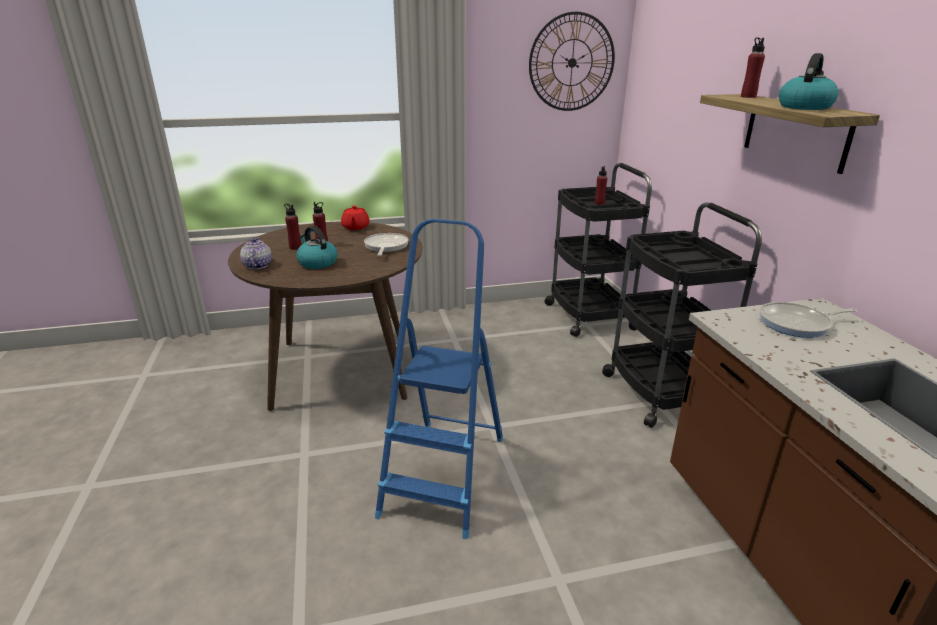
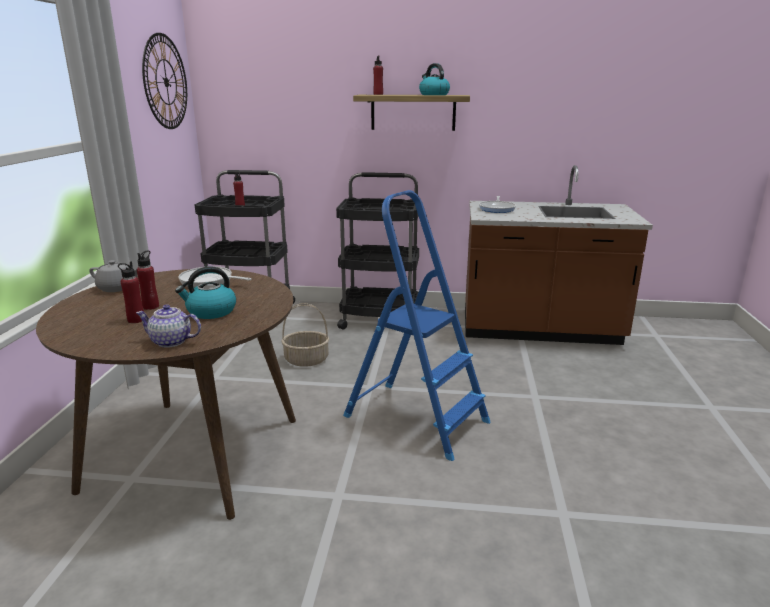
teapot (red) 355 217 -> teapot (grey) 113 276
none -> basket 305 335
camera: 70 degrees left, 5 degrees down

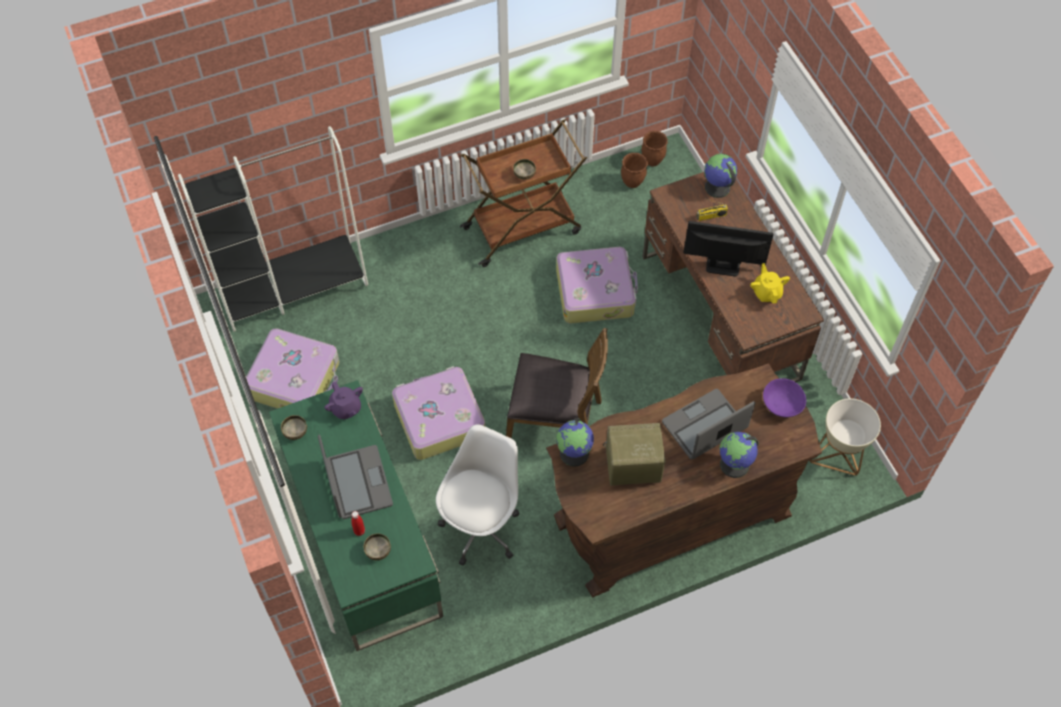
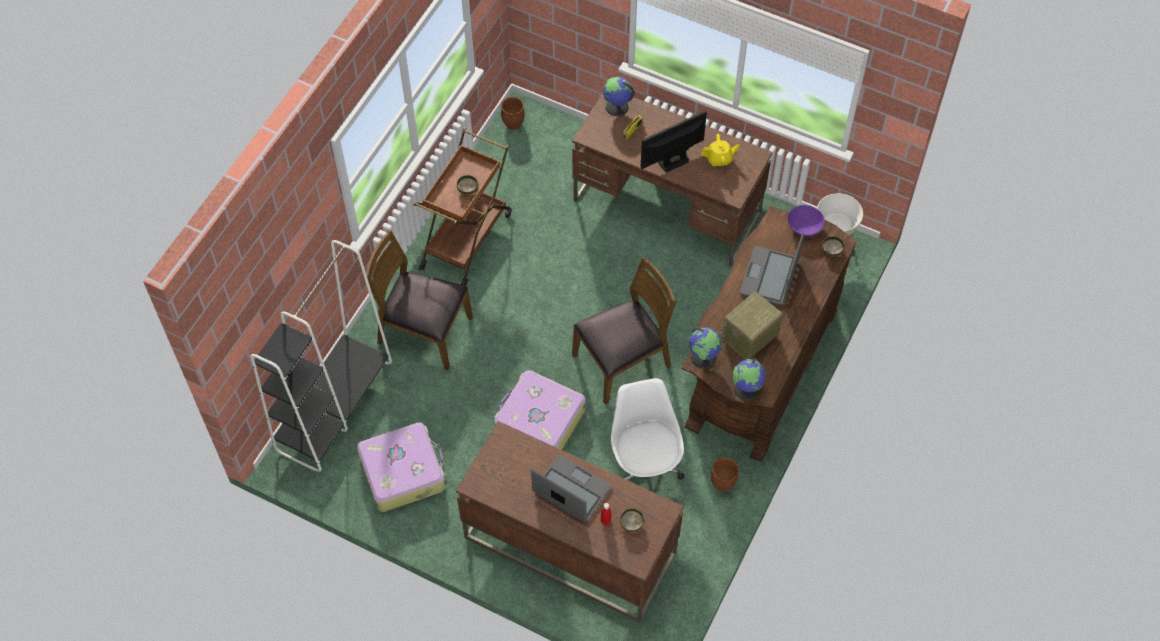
none -> chair (brown) 419 300
desk (green) 356 515 -> desk (brown) 570 522
teapot (yellow) 770 283 -> teapot (yellow) 720 150, 135 degrees clockwise
planter (brown) 634 170 -> planter (brown) 725 474, relocated
globe 739 455 -> globe 749 379, relocated
bowl 294 427 -> bowl 833 246, relocated
teapot (purple) 343 400 -> none
suitcase 597 285 -> none
camera: 40 degrees left, 0 degrees up

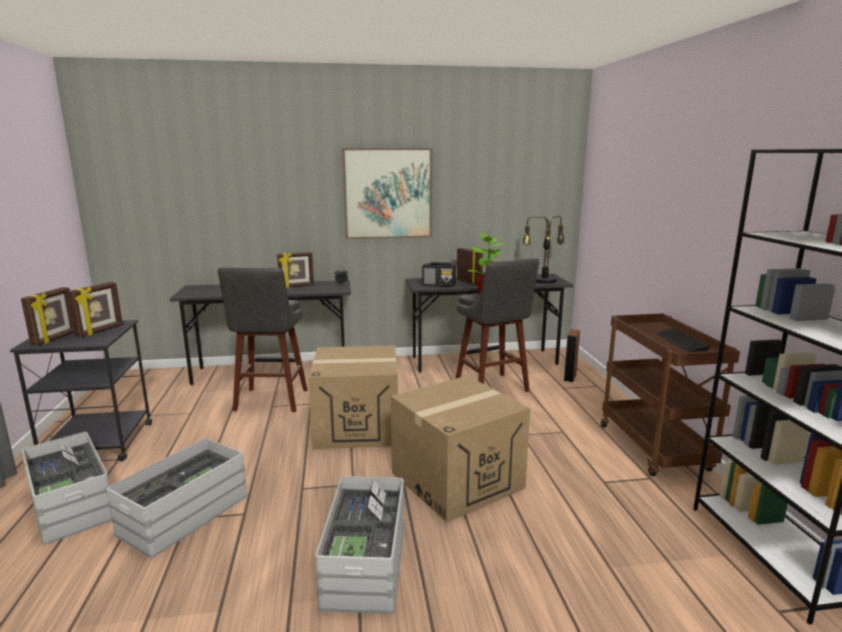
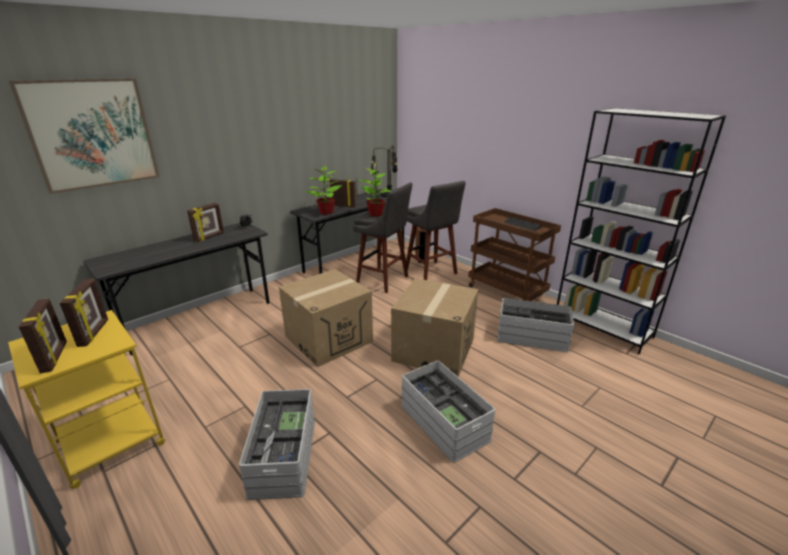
cart (black) 81 390 -> cart (yellow) 87 399
picture 387 193 -> picture 84 136, relocated
radio 439 274 -> potted plant 323 190
stool (grey) 263 339 -> stool (grey) 436 230, relocated
storage box (grey) 66 488 -> storage box (grey) 535 325, relocated
camera: 35 degrees left, 10 degrees up

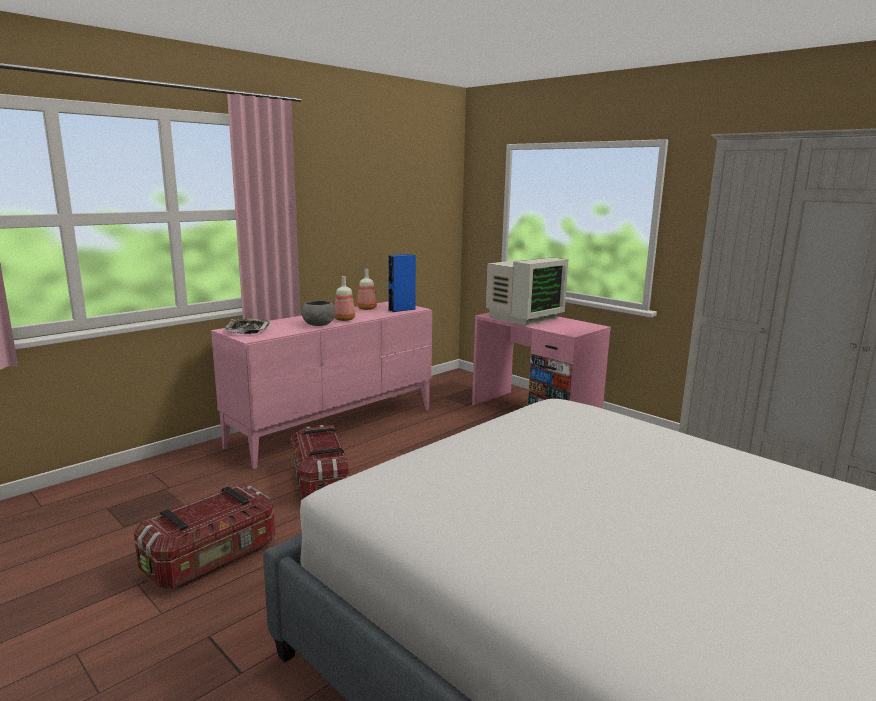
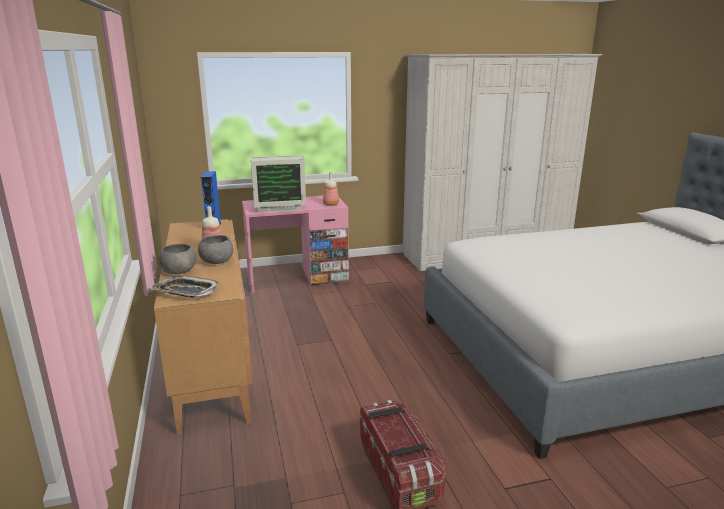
dresser (pink) 321 385 -> dresser (brown) 203 327
none -> bowl (grey) 177 259
monitor 526 291 -> monitor 278 184, 90 degrees clockwise
bottle 367 289 -> bottle 331 189, relocated
storage box 320 462 -> none
camera: 60 degrees left, 5 degrees up

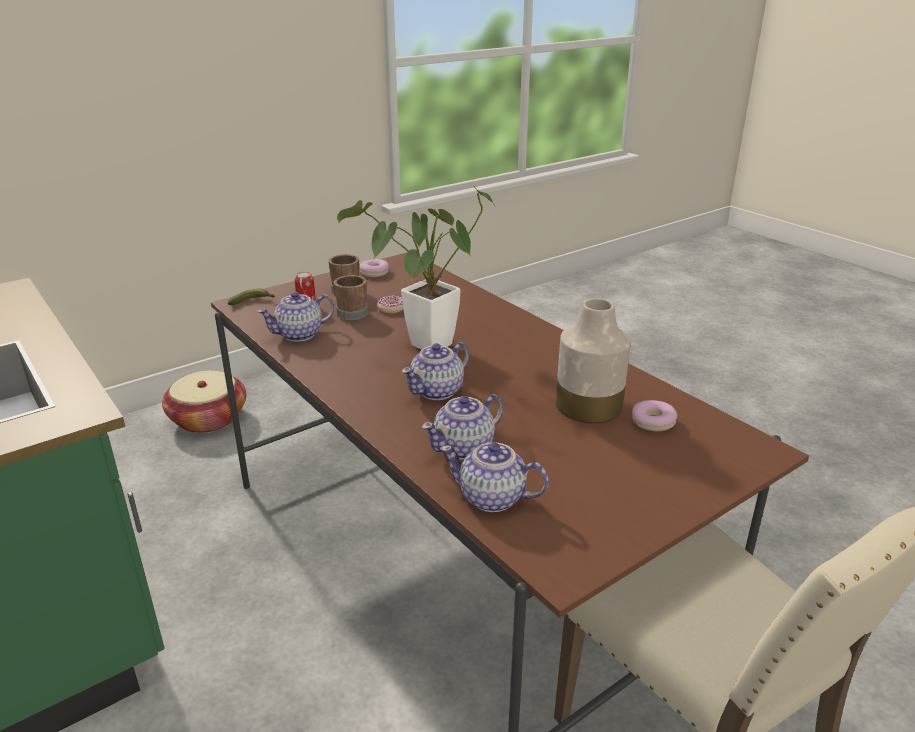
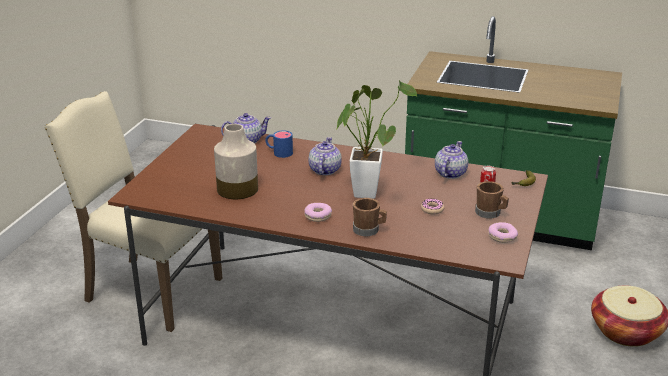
teapot 463 427 -> mug (blue) 279 144
donut 654 415 -> donut 318 212, relocated
mug (brown) 350 298 -> mug (brown) 370 217, relocated
camera: 145 degrees right, 0 degrees up

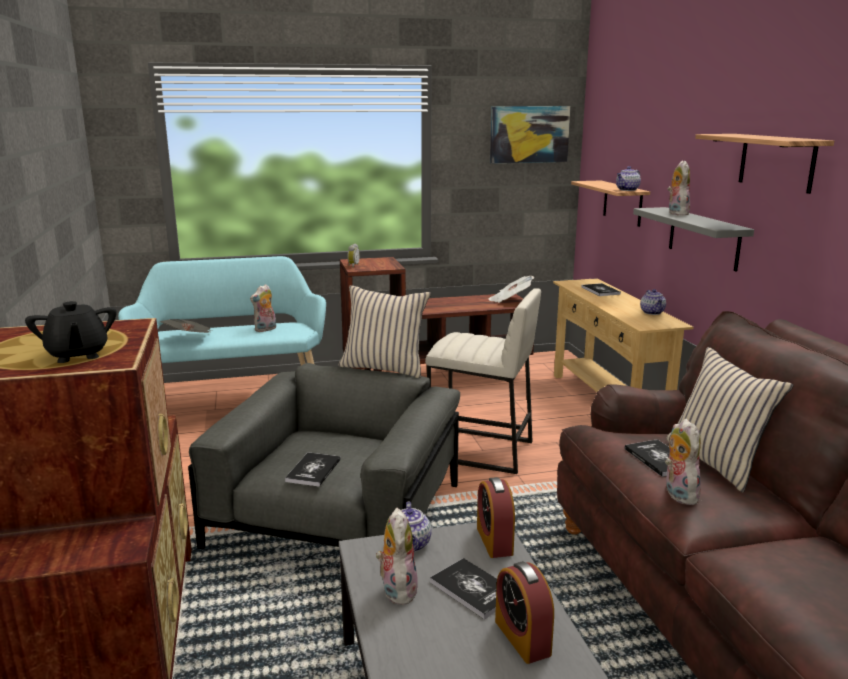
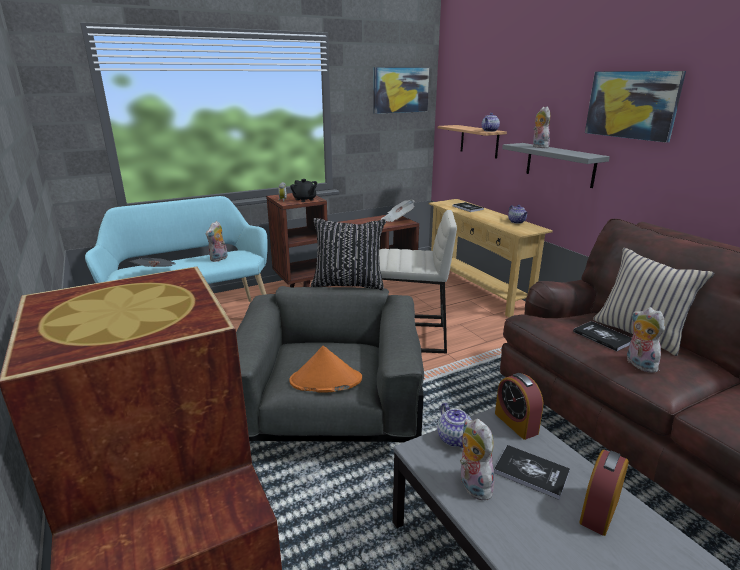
book 313 469 -> hat (orange) 325 369
teapot (black) 71 332 -> teapot (black) 303 190, relocated
pillow (beige) 385 331 -> pillow (black) 348 254
alarm clock 524 612 -> alarm clock 604 493, 75 degrees clockwise
shelf 764 164 -> picture 635 107
camera: 15 degrees left, 5 degrees up

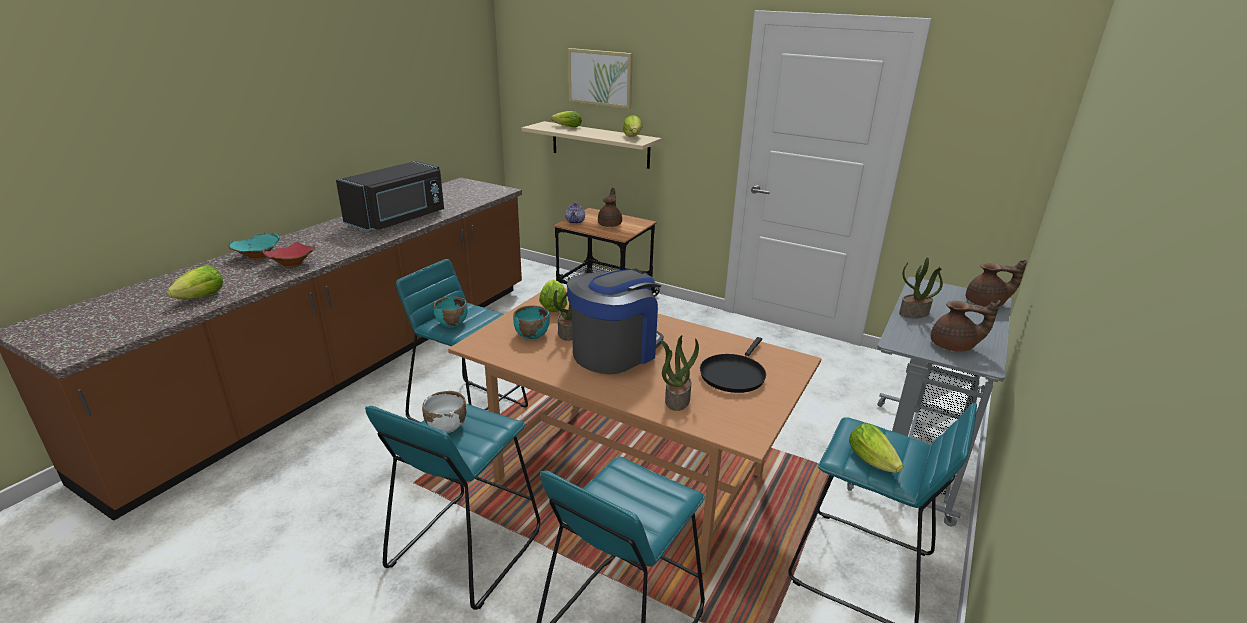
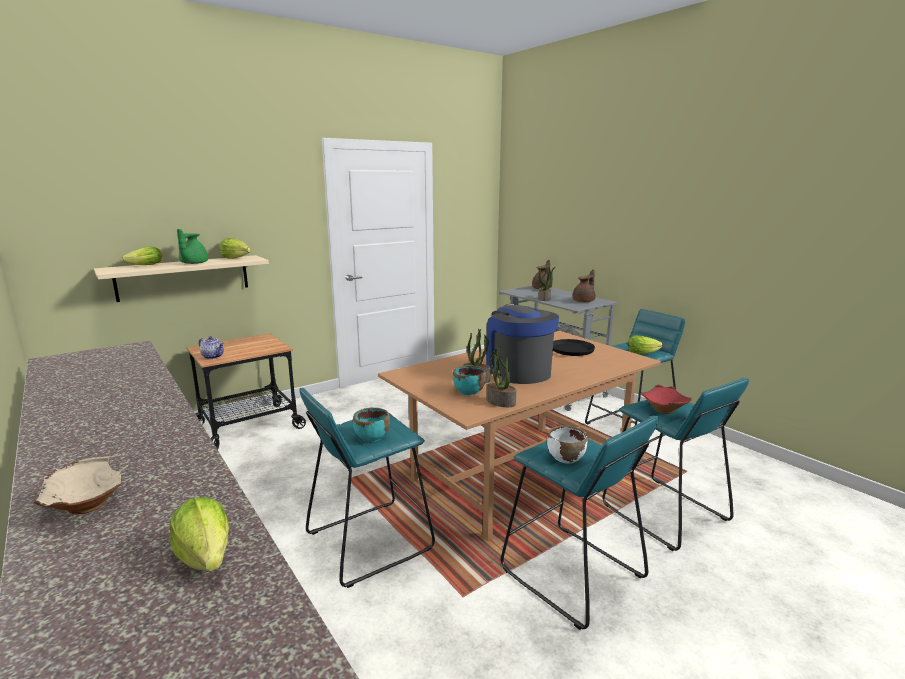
bowl (turquoise) 253 246 -> bowl (beige) 78 485
none -> teapot (green) 192 246
potted plant 680 373 -> potted plant 501 376, relocated
bowl (red) 289 255 -> bowl (red) 666 399, relocated
microwave (black) 390 196 -> none
lettuce 553 296 -> none
picture 600 78 -> none
teapot (brown) 610 207 -> none
camera: 65 degrees left, 10 degrees down

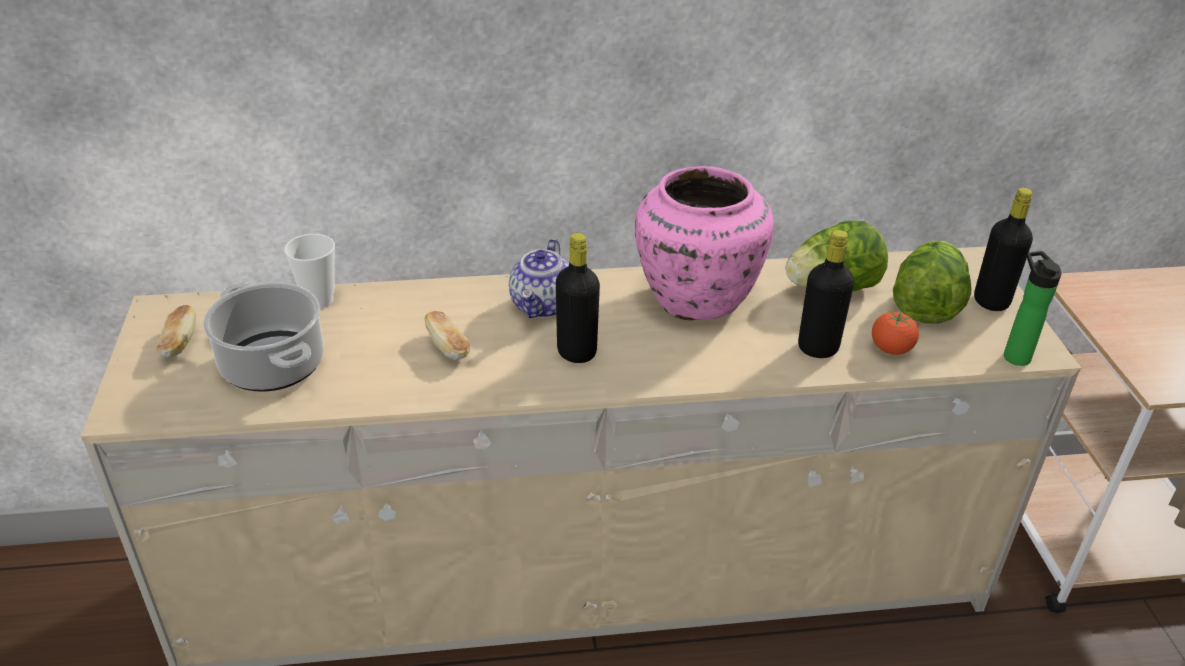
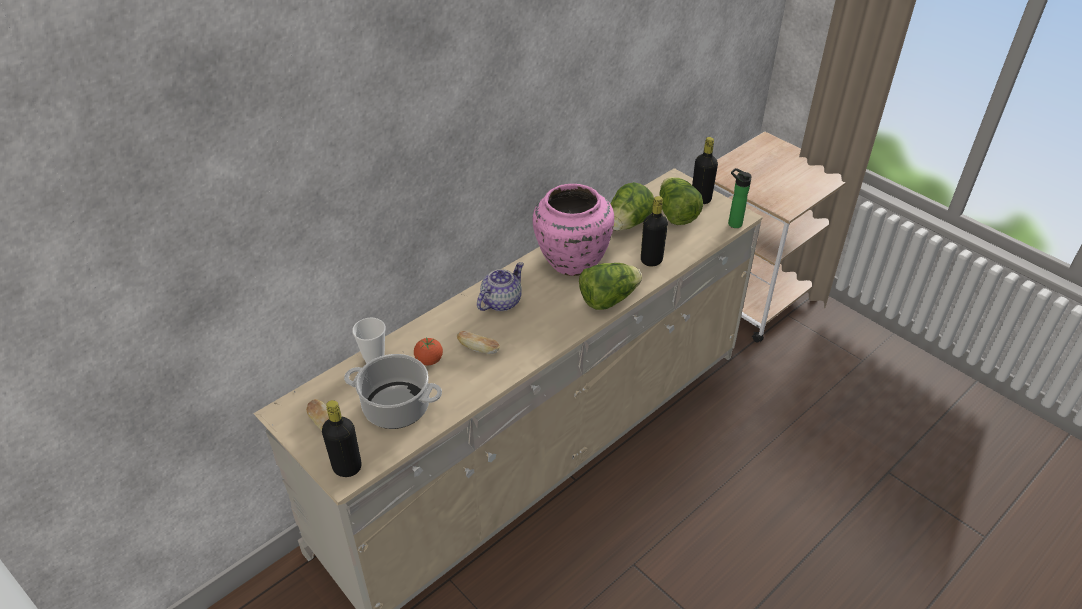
bottle (black) 578 298 -> bottle (black) 342 438, relocated
tomato 895 333 -> tomato 428 351, relocated
teapot 539 278 -> teapot 500 286, 120 degrees counterclockwise
none -> lettuce 610 286
camera: 35 degrees left, 5 degrees up

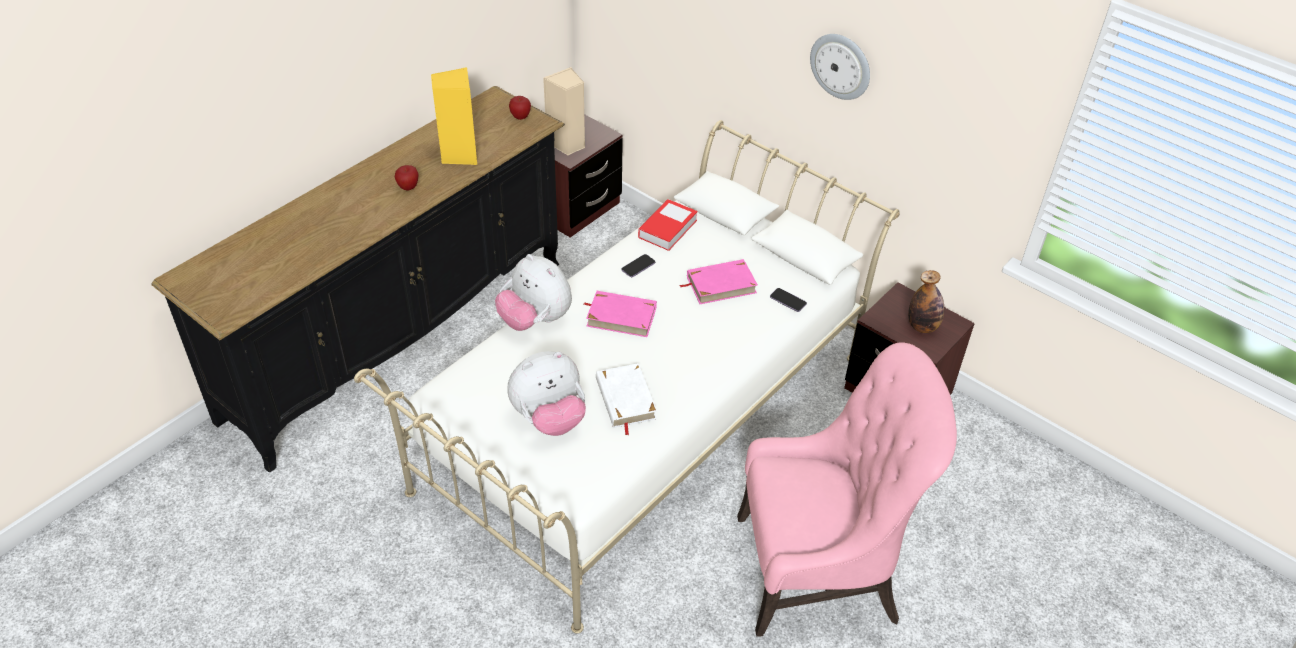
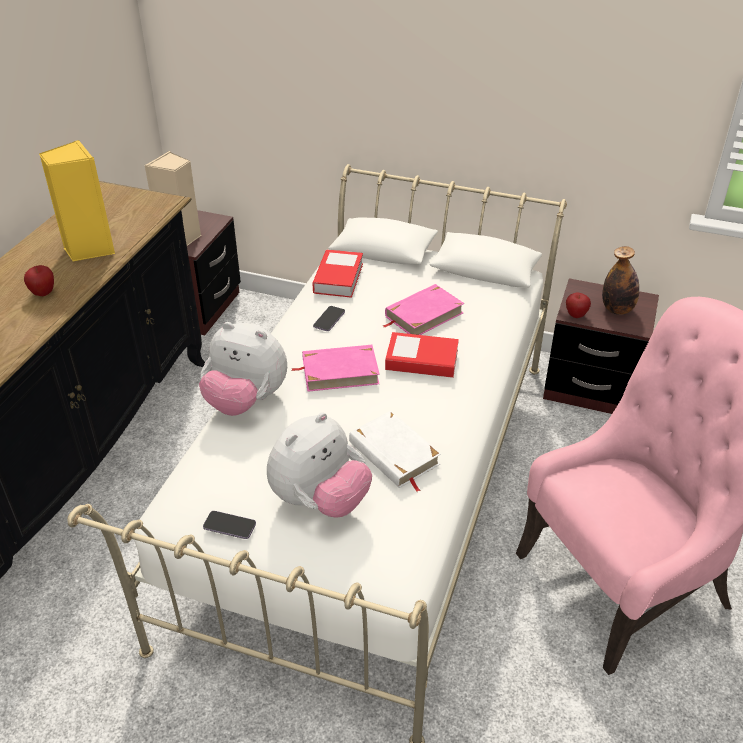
phone 788 300 -> phone 229 525, relocated
none -> book 422 355
apple 520 108 -> apple 578 305, relocated
wall clock 840 67 -> none
camera: 20 degrees left, 5 degrees down

